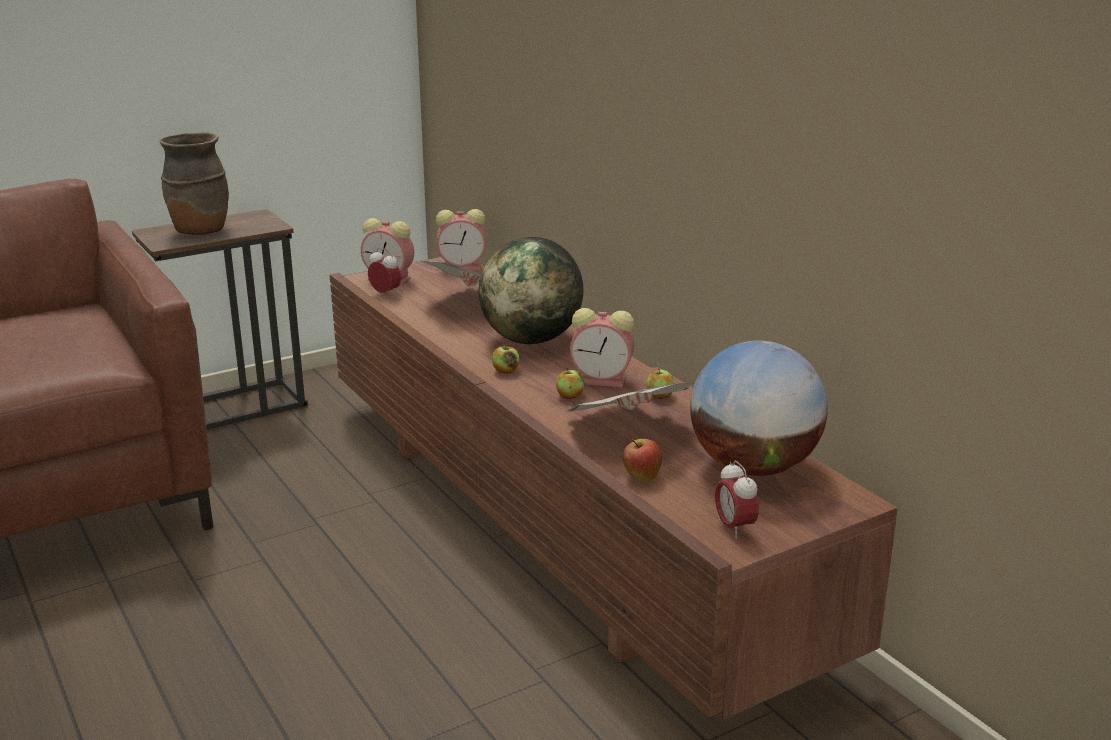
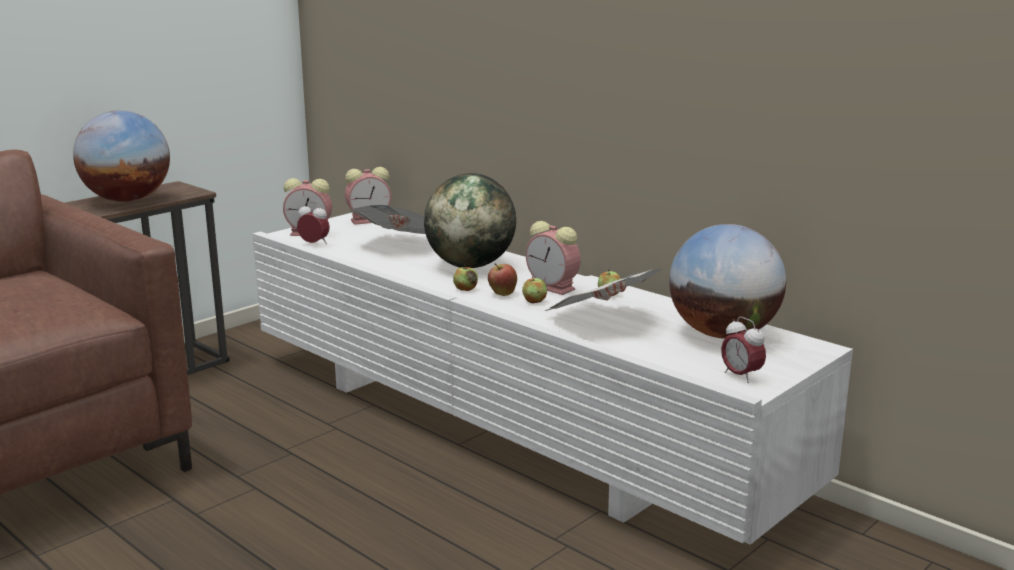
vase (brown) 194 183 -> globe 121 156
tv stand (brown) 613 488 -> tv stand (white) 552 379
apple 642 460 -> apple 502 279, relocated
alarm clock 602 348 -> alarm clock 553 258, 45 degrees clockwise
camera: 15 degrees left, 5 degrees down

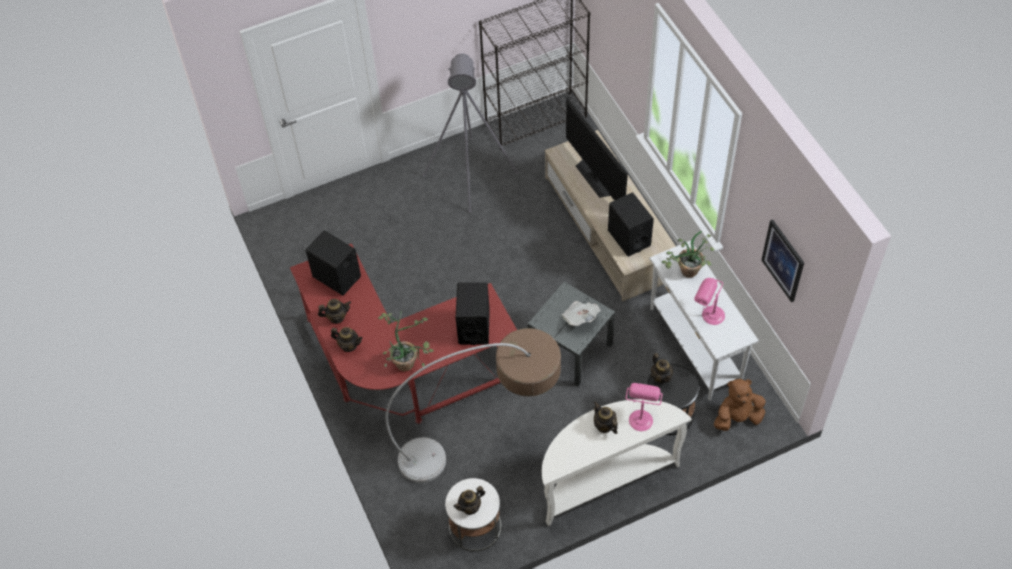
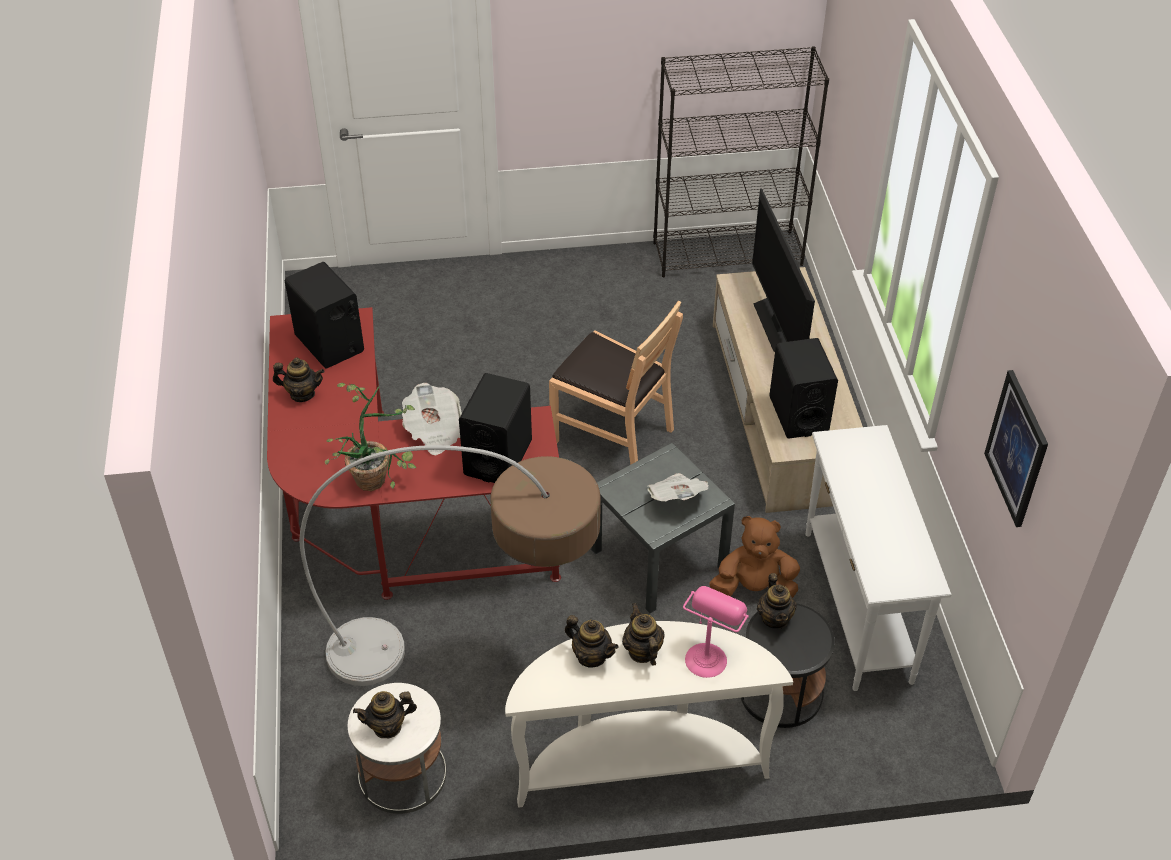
none -> newspaper 432 419
none -> chair (brown) 616 383
teapot 347 339 -> teapot 591 641, relocated
plush toy (brown) 740 405 -> plush toy (brown) 754 557, relocated
floor lamp (grey) 471 133 -> none
potted plant 688 254 -> none
table lamp (pink) 709 301 -> none
camera: 15 degrees right, 10 degrees down

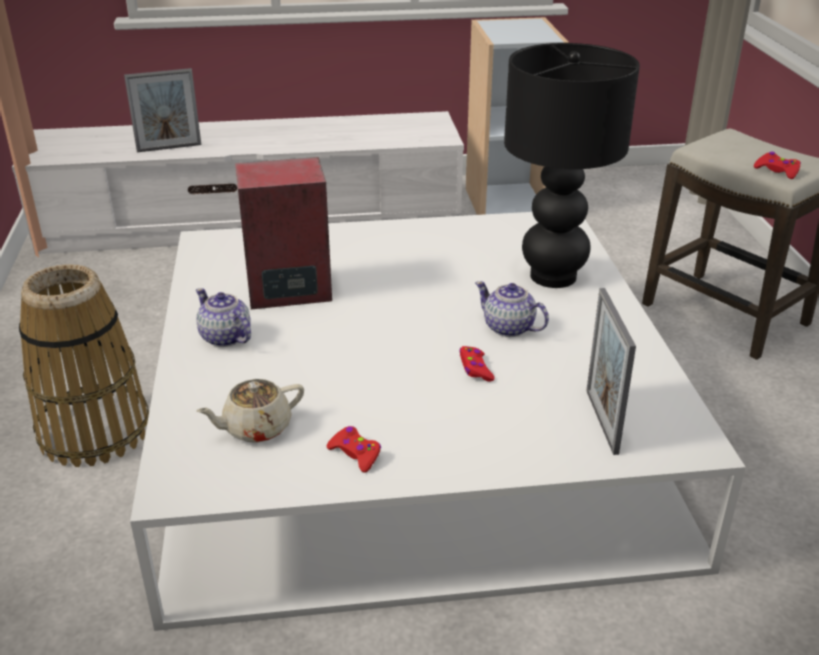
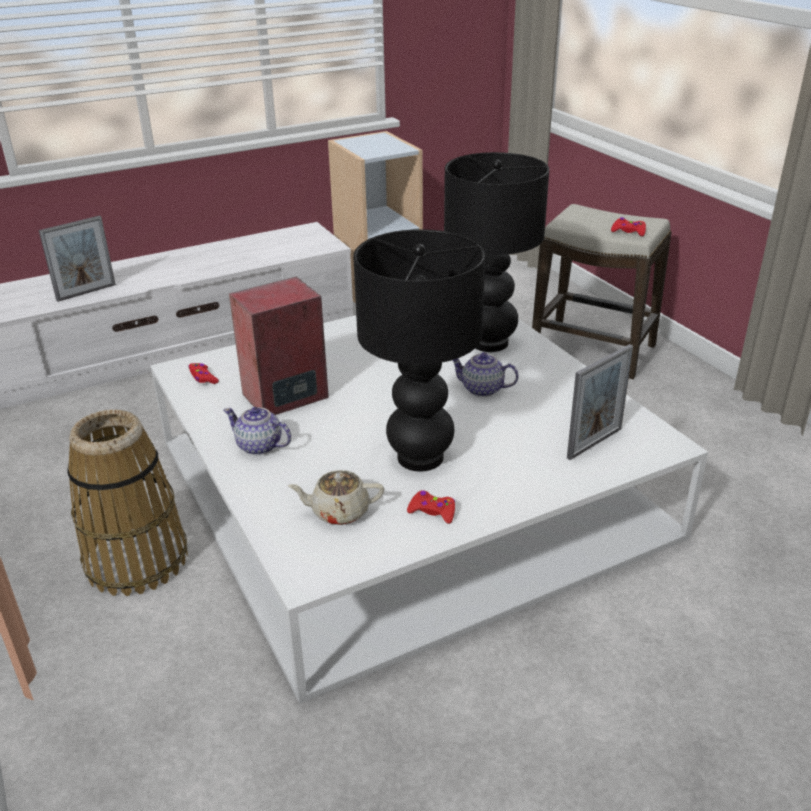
game controller (red) 477 364 -> game controller (red) 204 373, relocated
teapot (beige) 250 411 -> teapot (beige) 336 497, 45 degrees clockwise
none -> table lamp (black) 419 350
picture frame 611 371 -> picture frame 600 402, 105 degrees counterclockwise
camera: 20 degrees left, 0 degrees up

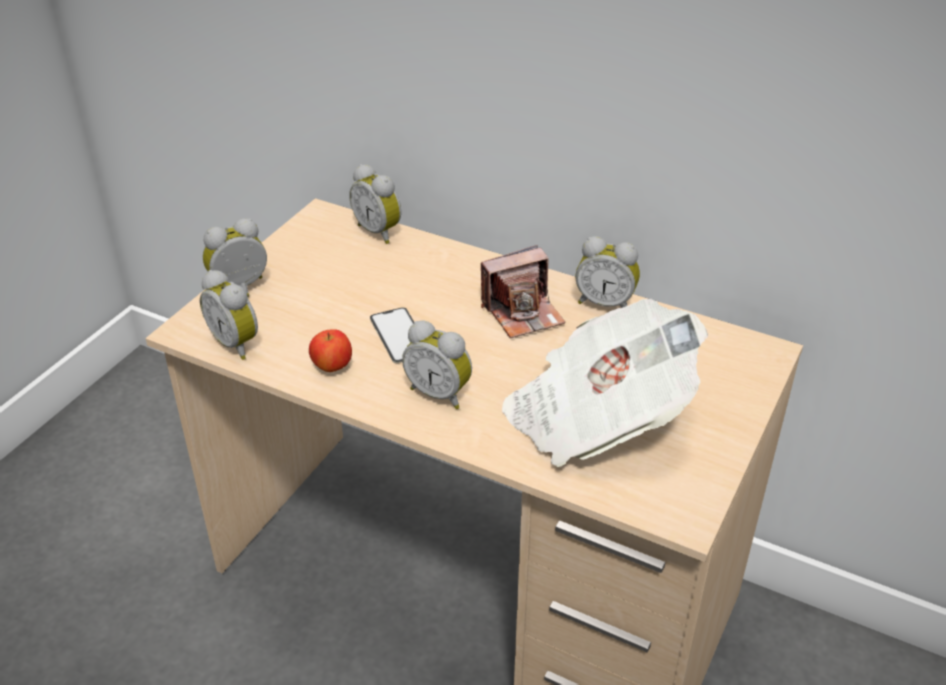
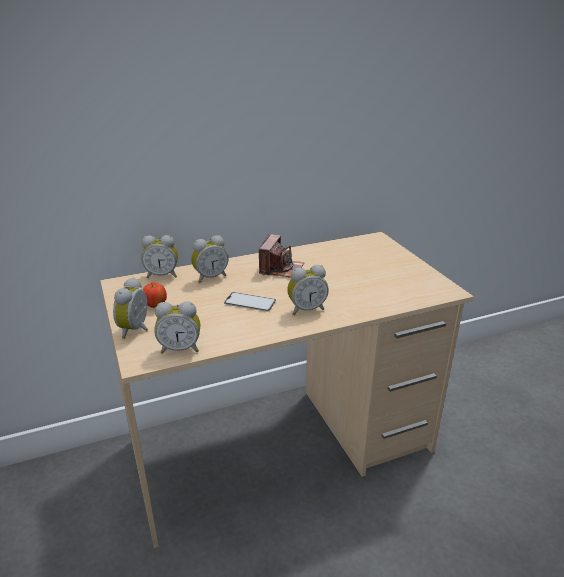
apple 330 350 -> apple 155 295, relocated
alarm clock 607 272 -> alarm clock 209 259, relocated
newspaper 605 383 -> none
camera: 50 degrees left, 10 degrees down

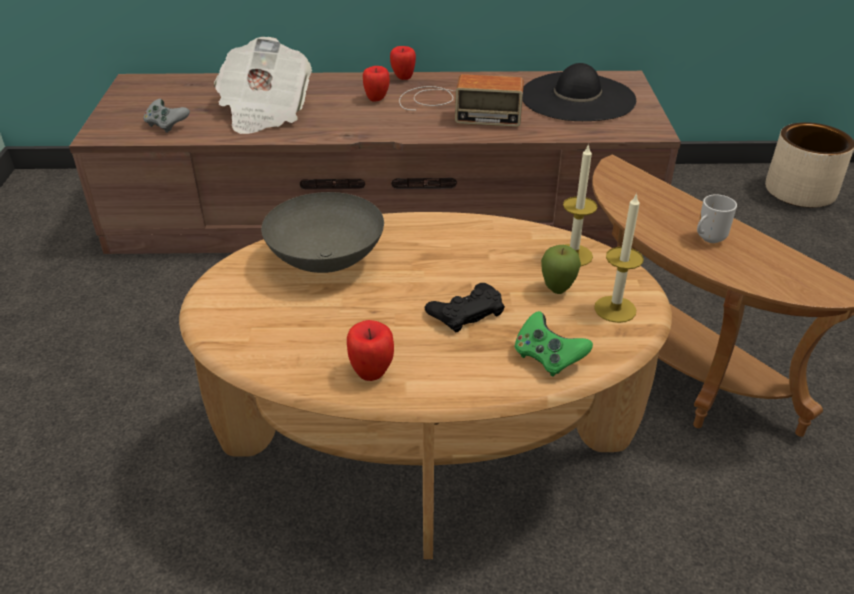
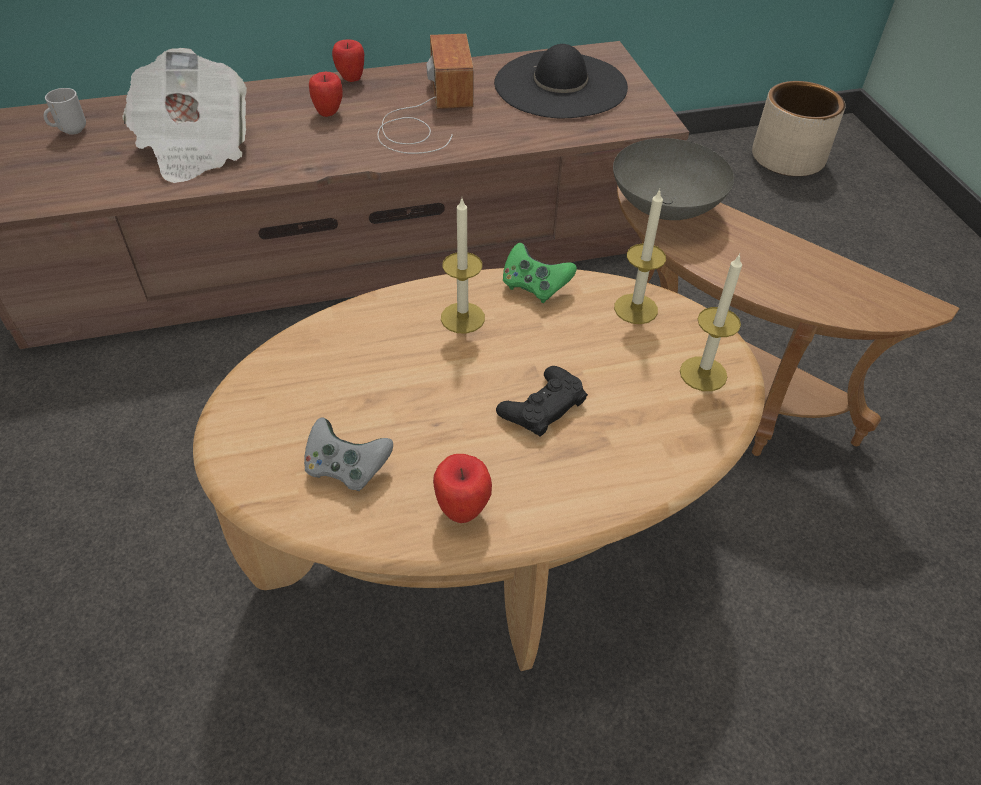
mug 717 218 -> mug 65 111, relocated
game controller (grey) 166 116 -> game controller (grey) 348 454, relocated
radio 461 100 -> radio 425 94, 90 degrees counterclockwise
none -> candle 463 266
game controller (green) 553 344 -> game controller (green) 540 273, relocated
bowl (grey) 322 232 -> bowl (grey) 673 179, relocated
apple 561 269 -> none
camera: 15 degrees left, 10 degrees up

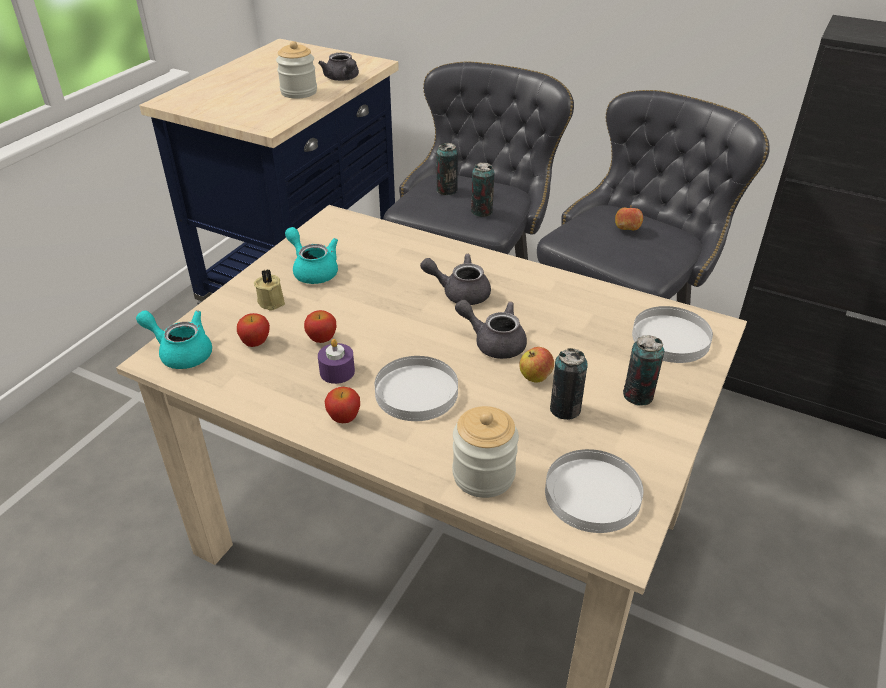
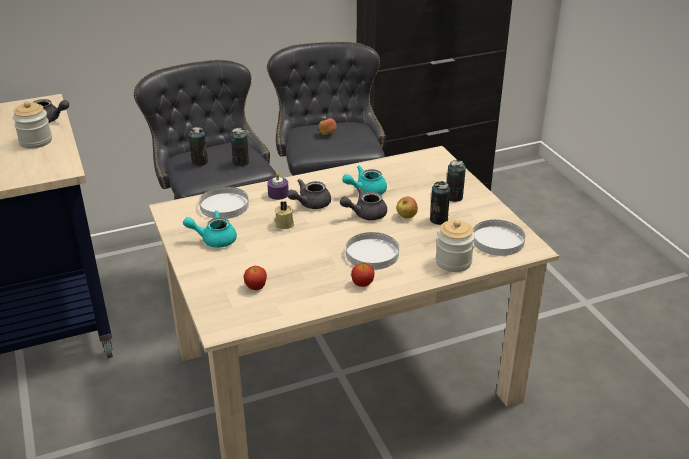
plate (white) 672 334 -> plate (white) 224 203, relocated
candle (purple) 336 361 -> candle (purple) 278 186, relocated
candle (beige) 269 290 -> candle (beige) 284 215, relocated
teapot (turquoise) 174 339 -> teapot (turquoise) 364 180, relocated
apple 320 326 -> none
camera: 50 degrees left, 5 degrees down

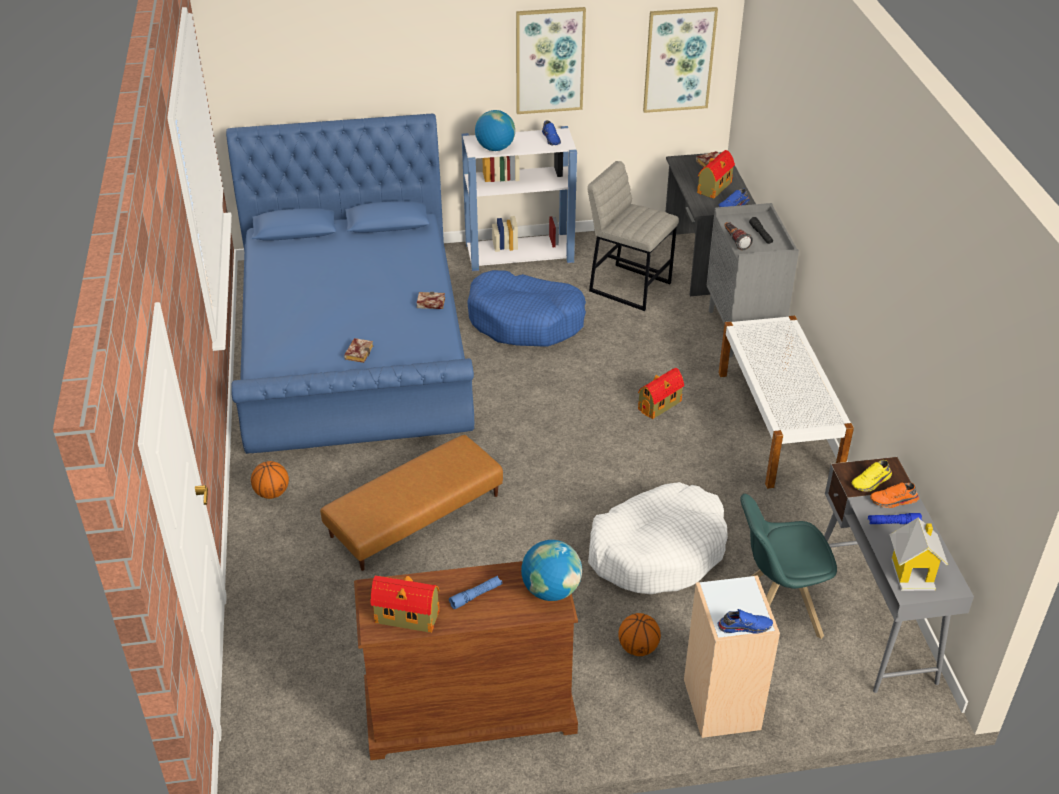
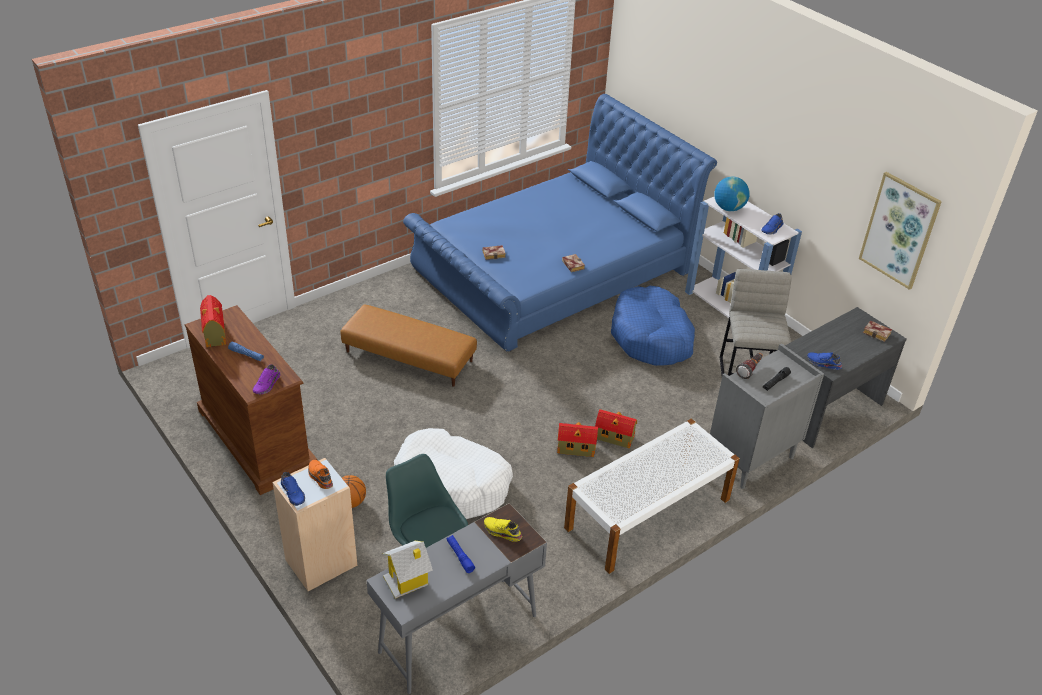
globe 551 570 -> shoe (purple) 266 379
shoe (orange) 894 495 -> shoe (orange) 320 474, relocated
toy house 716 174 -> toy house 577 439, relocated
basketball 270 480 -> none
picture 551 60 -> none
camera: 60 degrees right, 0 degrees up

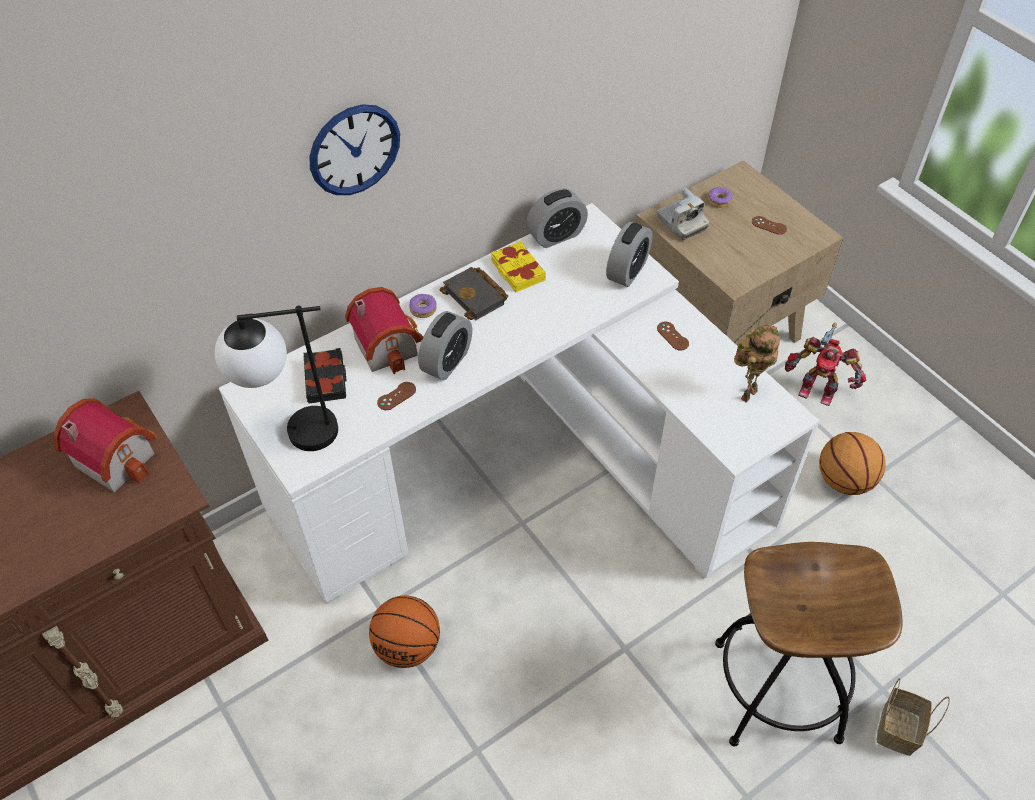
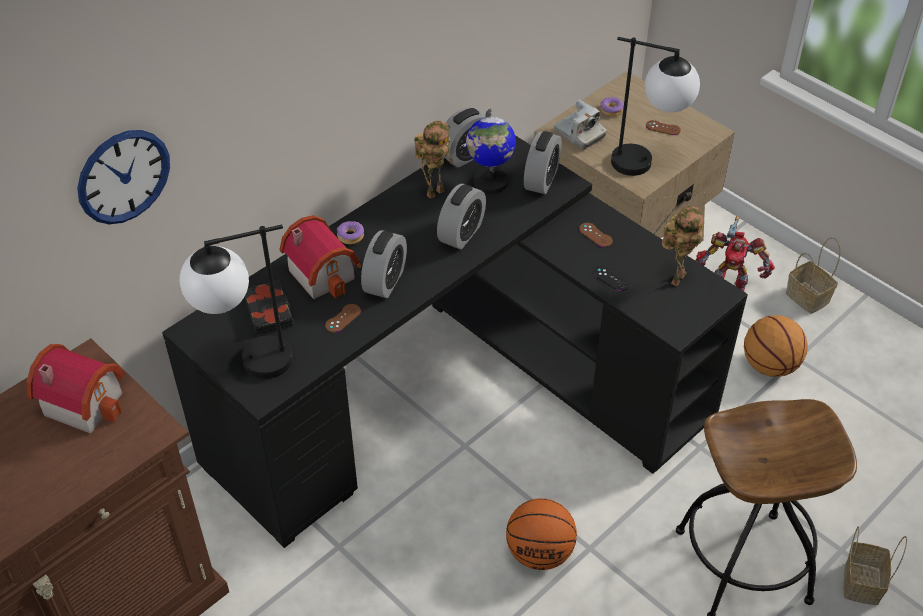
wall clock 355 149 -> wall clock 123 177, relocated
desk (white) 519 403 -> desk (black) 455 341
book (yellow) 518 266 -> toy robot 434 160
none -> alarm clock 461 216
none -> globe 491 151
basketball 404 632 -> basketball 541 534, relocated
none -> game controller (black) 612 278
none -> table lamp 655 106
none -> basket 813 275
book (black) 474 294 -> none
camera: 10 degrees left, 5 degrees down

